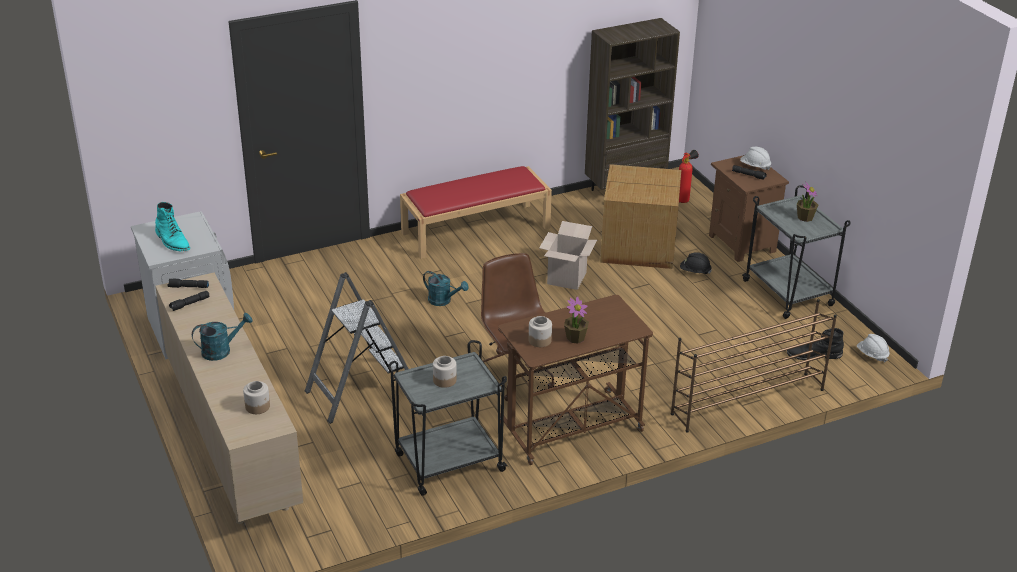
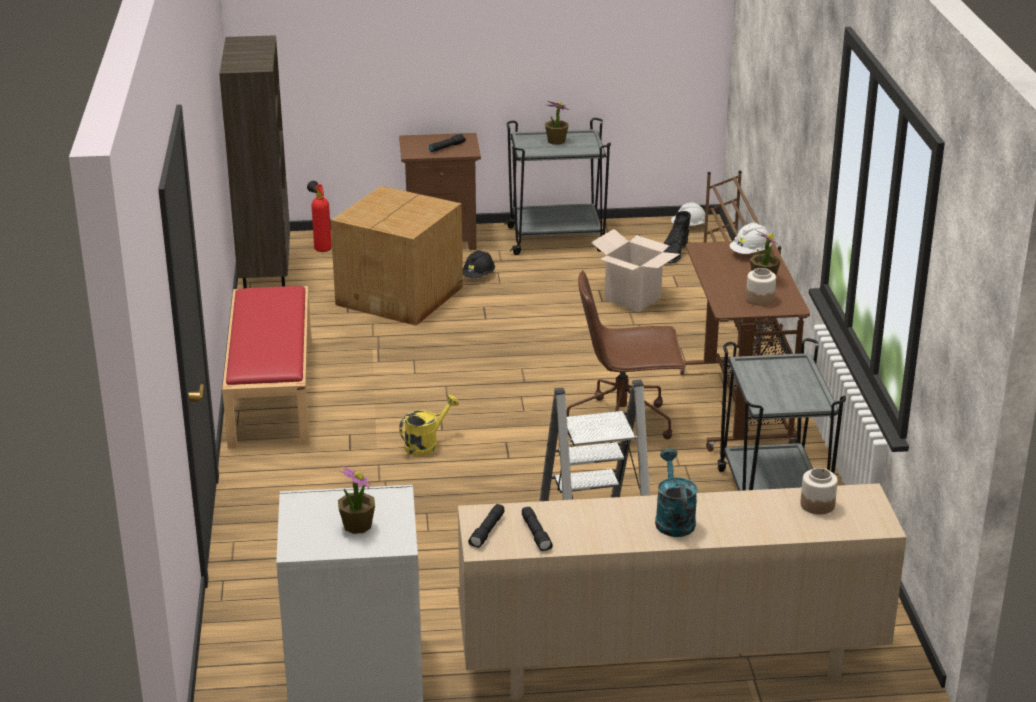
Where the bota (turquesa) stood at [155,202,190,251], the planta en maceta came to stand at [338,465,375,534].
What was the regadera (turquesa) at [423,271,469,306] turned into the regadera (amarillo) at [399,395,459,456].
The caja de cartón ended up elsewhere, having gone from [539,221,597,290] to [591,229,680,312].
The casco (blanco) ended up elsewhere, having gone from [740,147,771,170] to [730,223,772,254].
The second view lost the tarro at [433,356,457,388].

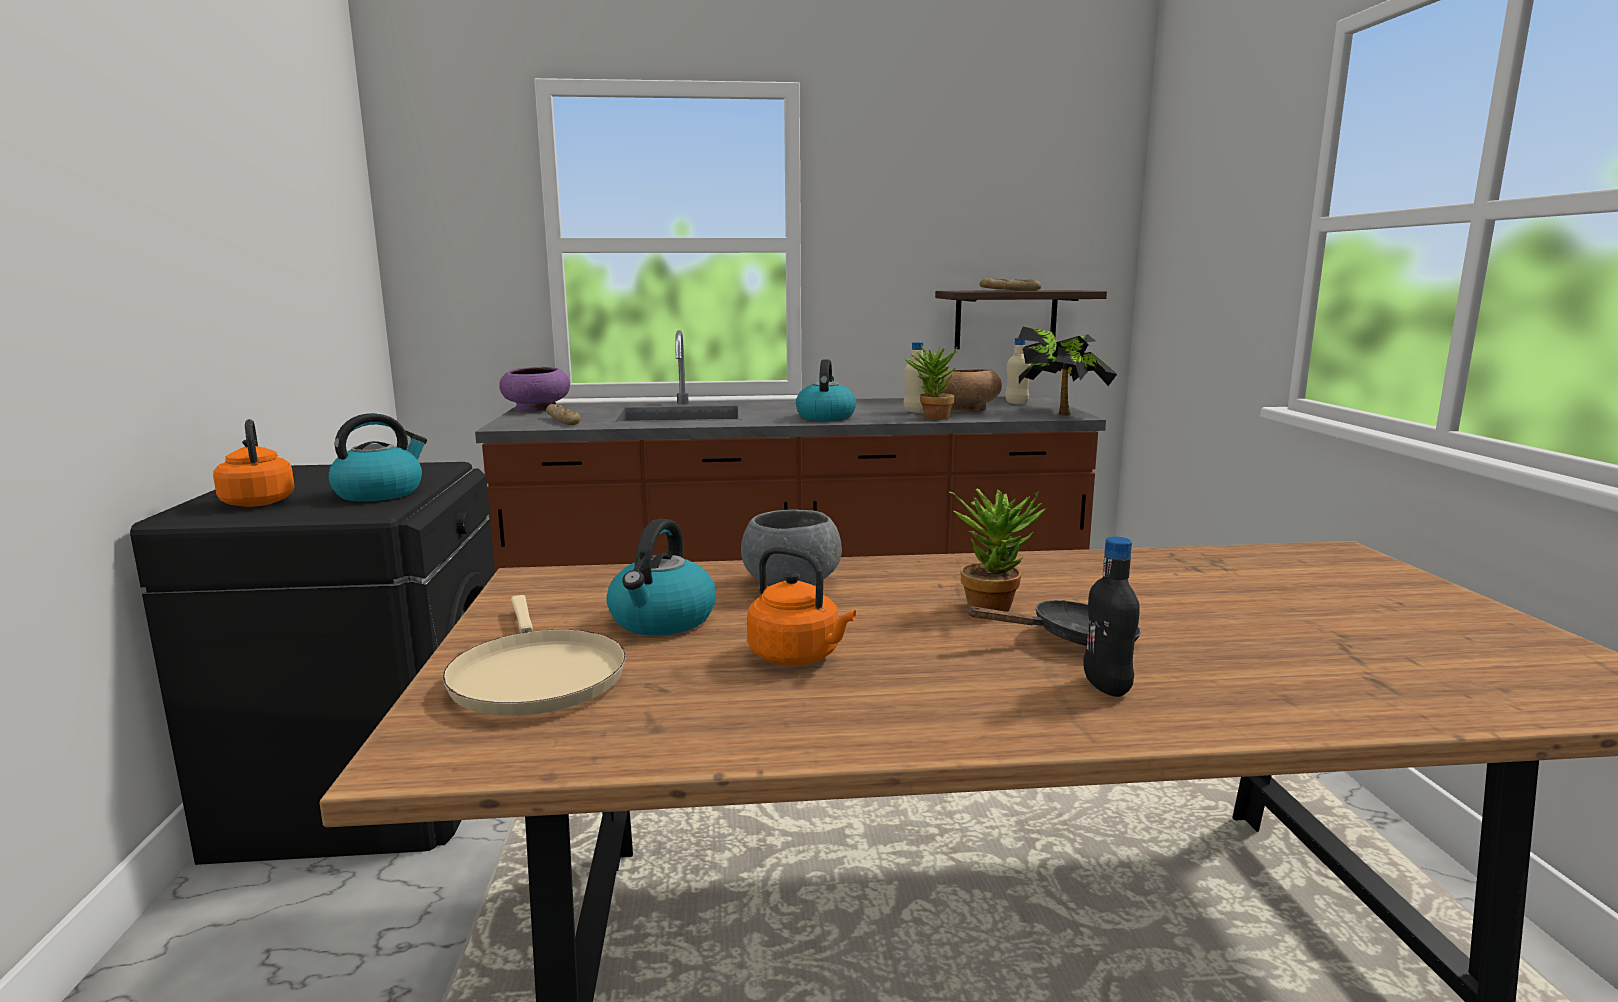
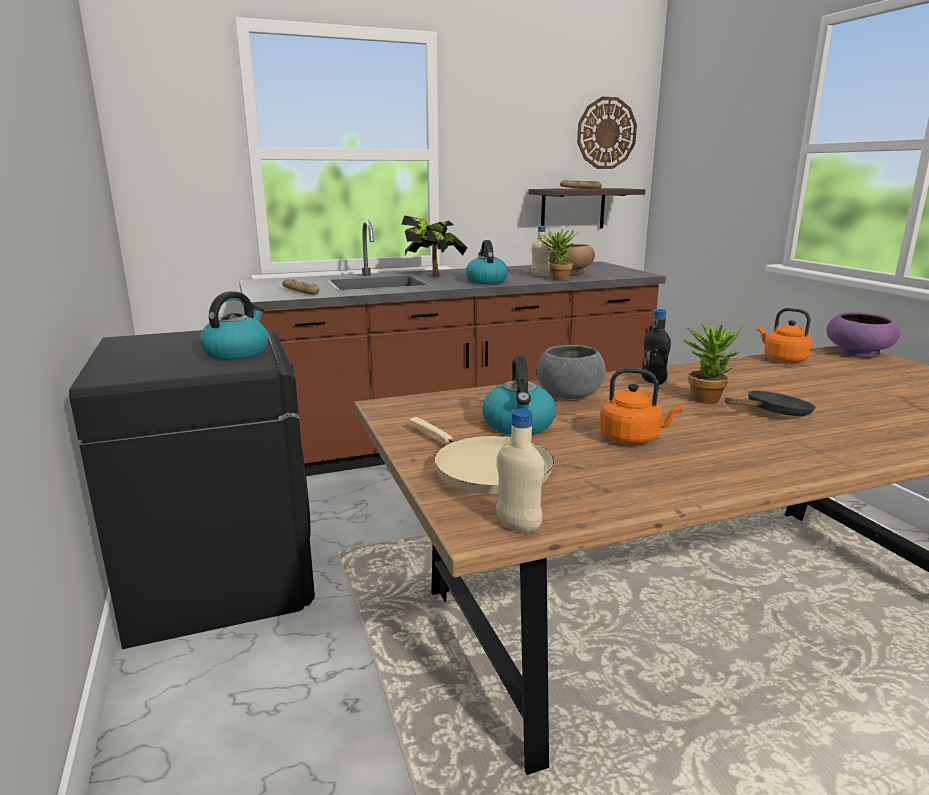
The planta en maceta ended up elsewhere, having gone from [1018,327,1117,416] to [401,215,468,277].
The botella (beis) ended up elsewhere, having gone from [1005,337,1031,404] to [496,409,545,533].
The second view gained the reloj de pared at [577,97,637,169].
The botella (negro) ended up elsewhere, having gone from [1084,536,1140,697] to [642,309,671,385].
The hervidor (naranja) ended up elsewhere, having gone from [213,419,295,507] to [758,308,812,363].
The cuenco (morado) ended up elsewhere, having gone from [499,367,570,412] to [826,312,900,358].

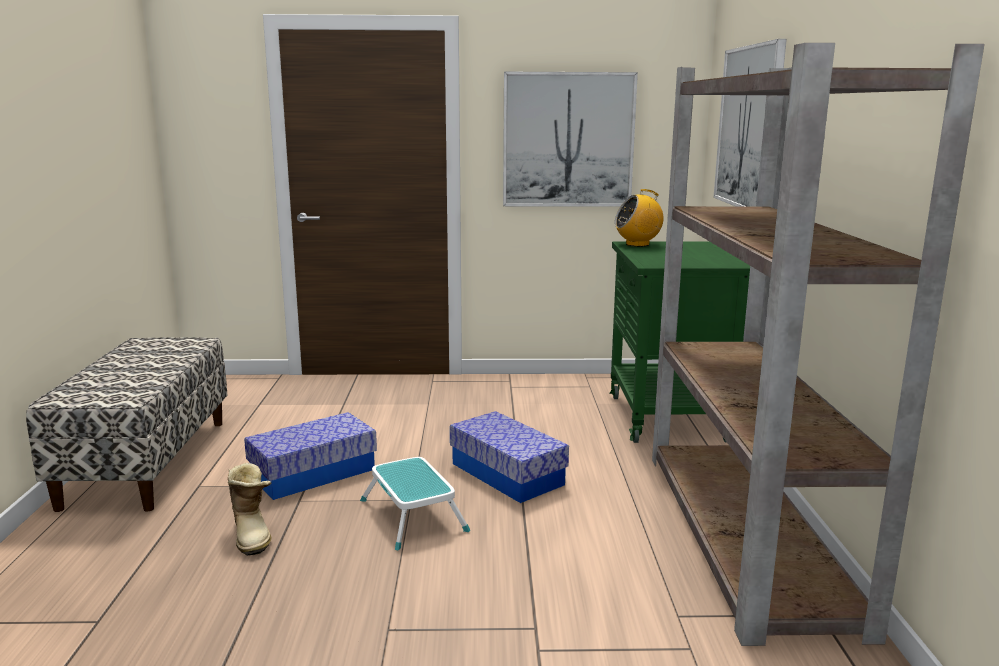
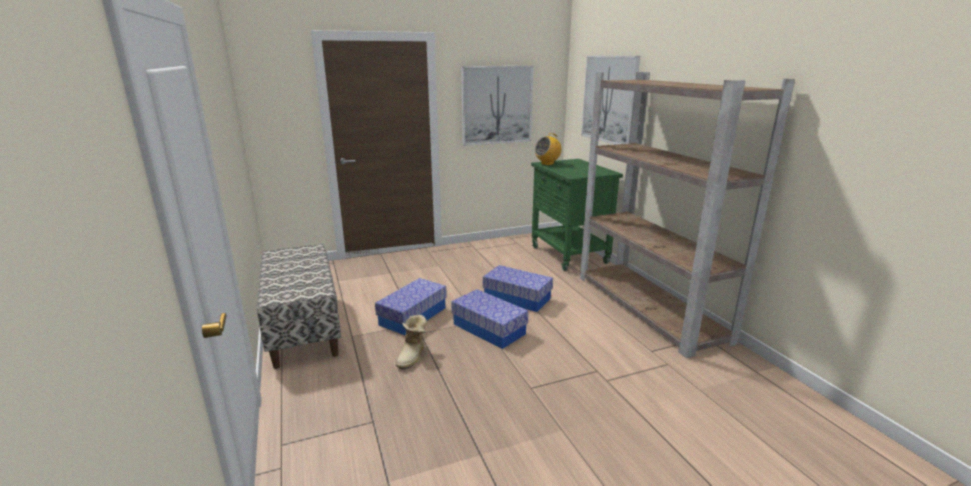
The bota at [228,463,272,556] ended up facing another way, 60 degrees clockwise from before.
Where the escalera de tijera (turquesa) stood at [360,457,470,551], the caja de almacenaje came to stand at [451,289,529,349].

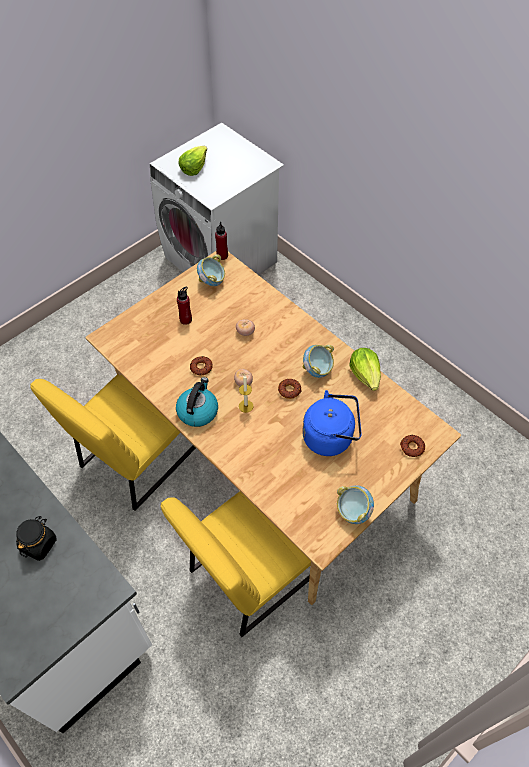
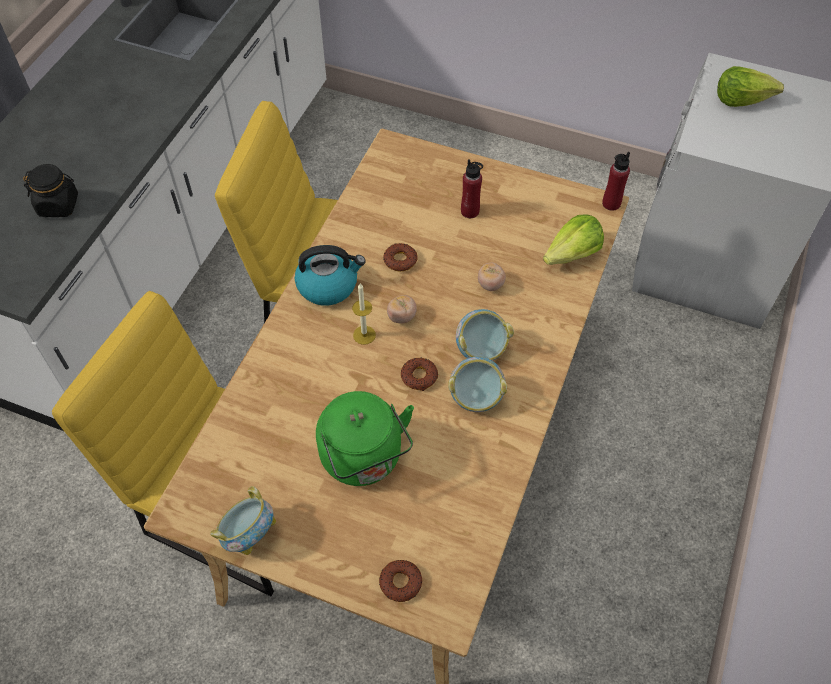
What was the hervidor (azul) at [302,390,361,456] turned into the hervidor (verde) at [316,391,414,486].
The cuenco ended up elsewhere, having gone from [197,254,225,286] to [456,309,514,361].
The lechuga ended up elsewhere, having gone from [349,348,381,391] to [543,214,604,265].

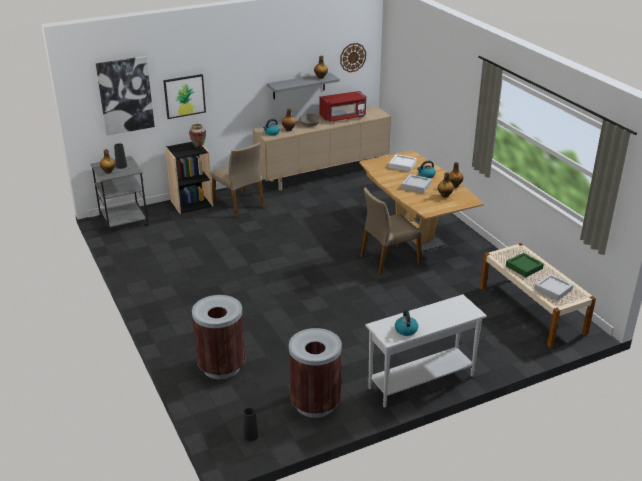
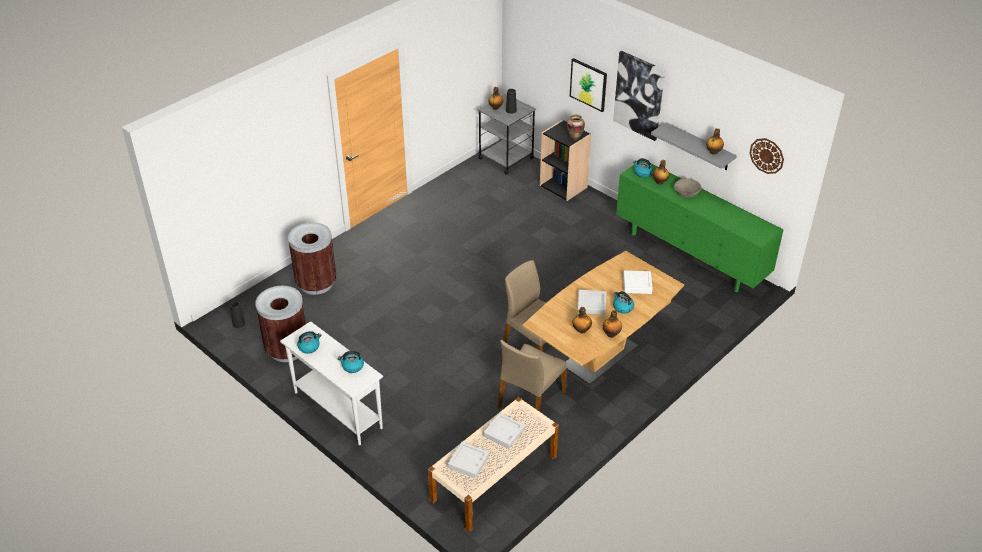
The second view gained the hervidor at [338,351,364,373].
What was the bandeja (verde) at [506,253,544,277] turned into the bandeja (gris) at [483,413,525,449].
The silla (beis) ended up elsewhere, having gone from [211,142,265,217] to [498,340,567,426].
The cuadro ended up elsewhere, having gone from [96,56,155,136] to [613,51,665,141].
What was the armario (beis) at [253,106,391,190] turned into the armario (verde) at [616,161,784,292].
The second view lost the microondas (rojo) at [320,91,366,122].

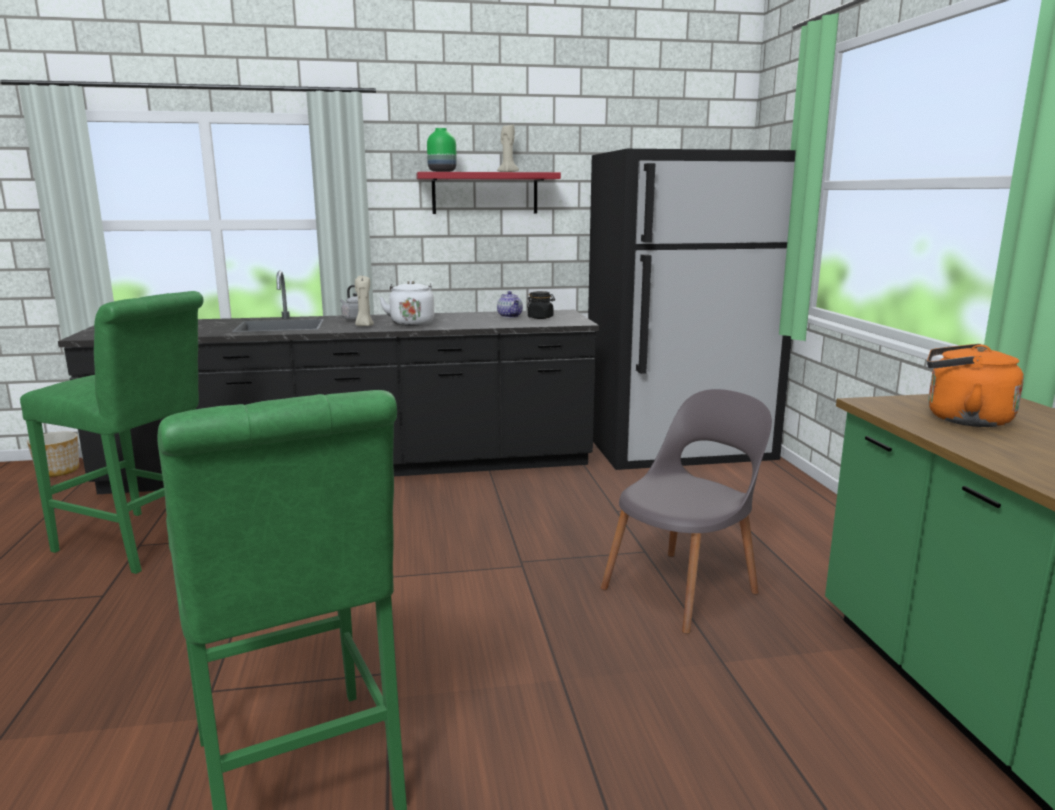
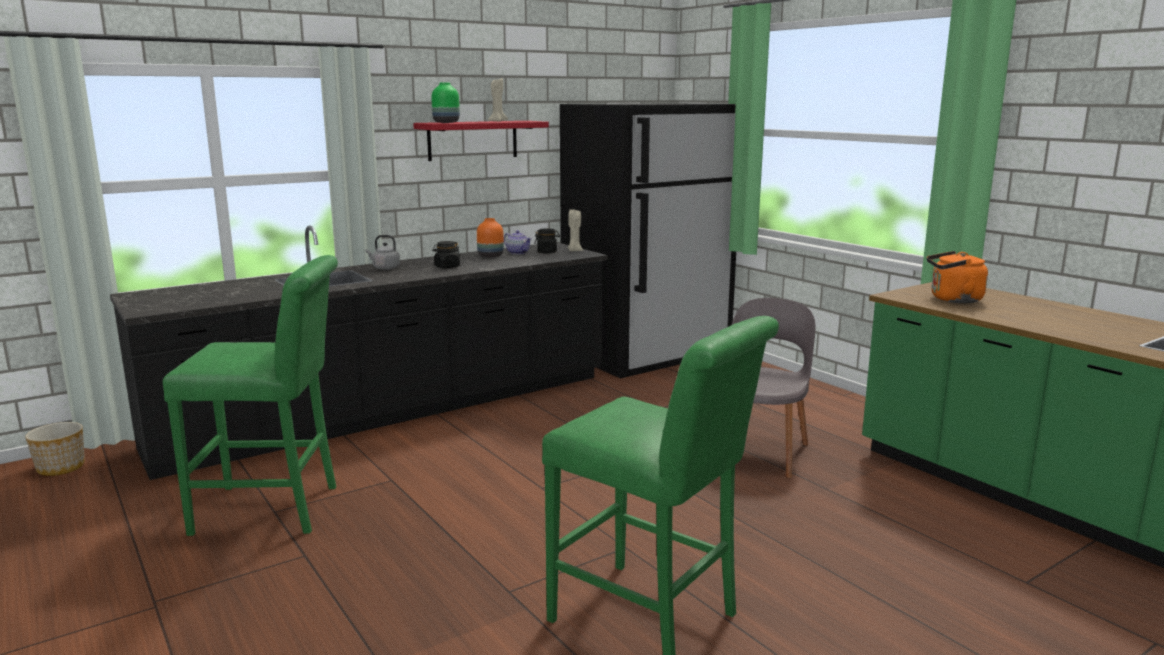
Where the hervidor (blanco) stood at [379,281,434,326], the tarro (negro) came to stand at [432,241,460,268].
The second view gained the florero (naranja) at [477,218,504,257].
The vela (beis) ended up elsewhere, having gone from [355,276,374,326] to [568,209,583,251].

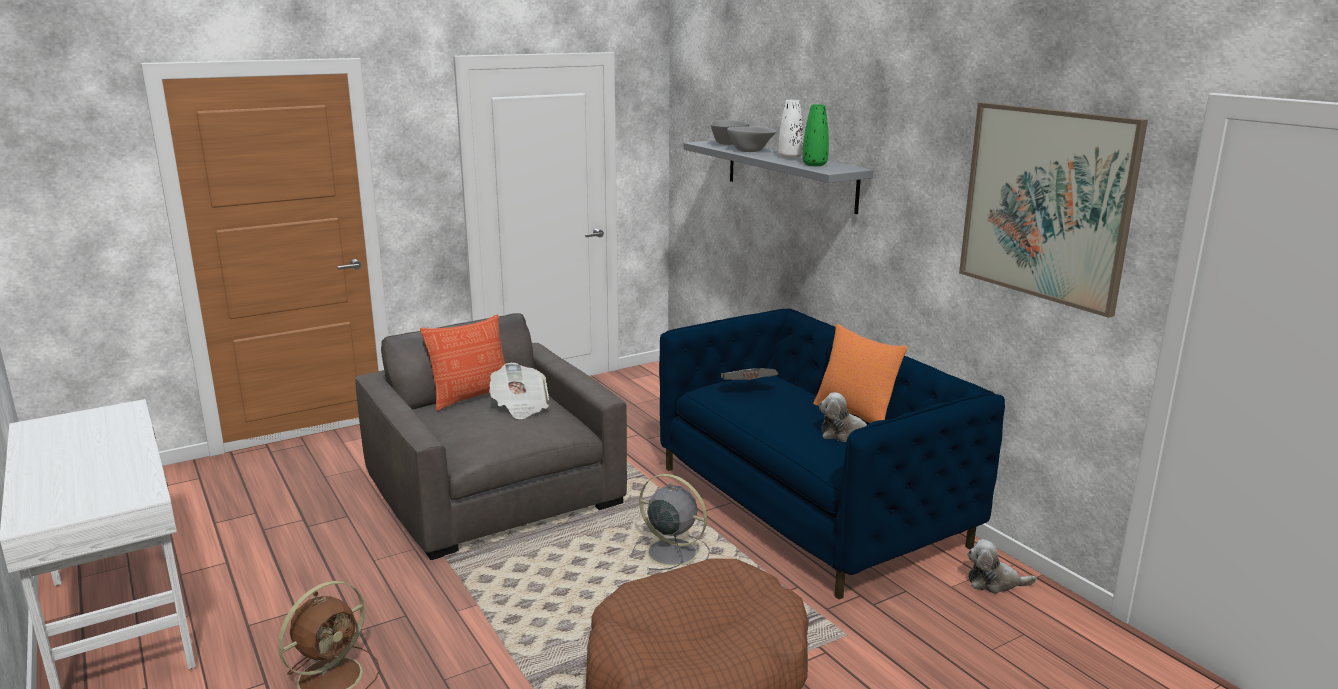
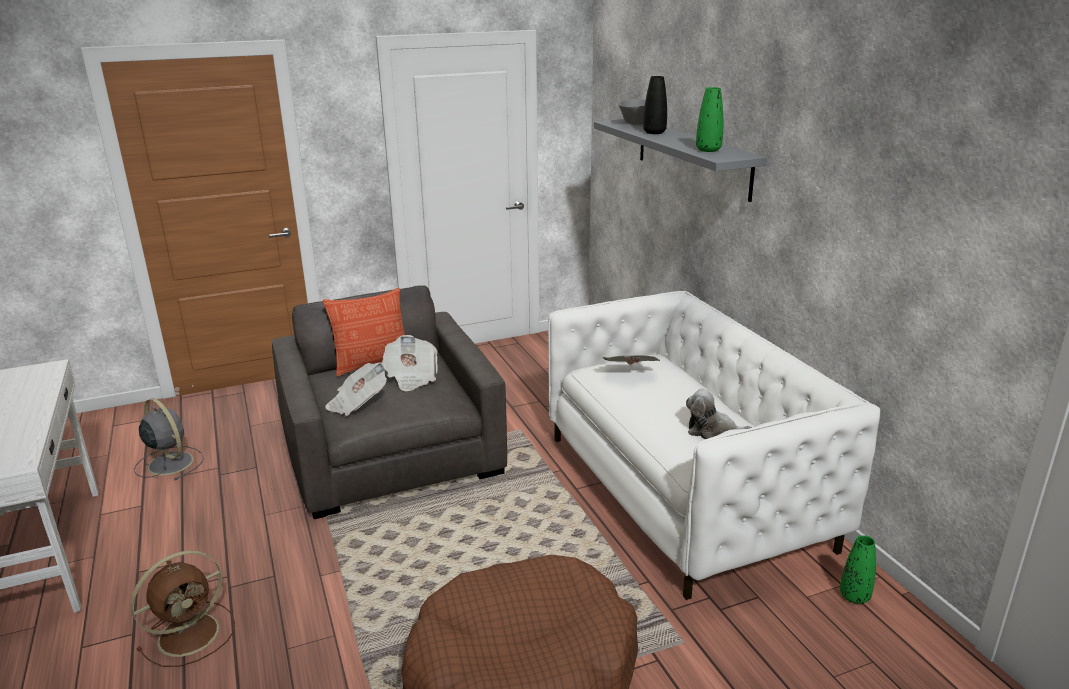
The ventilador (gris) ended up elsewhere, having gone from [632,474,710,570] to [134,398,204,480].
The second view gained the periódico at [325,362,387,416].
What was the sofá (azul) at [659,309,1005,600] turned into the sofá (blanco) at [548,291,880,600].
Where the cuenco (gris) stood at [727,127,776,152], the florero (negro) came to stand at [643,76,667,134].
Where the peluche stood at [967,539,1037,594], the florero (verde) came to stand at [840,535,876,604].
The second view lost the florero (blanco) at [778,100,803,159].
The second view lost the cojín (naranja) at [813,324,908,423].
The second view lost the cuadro at [959,102,1148,318].

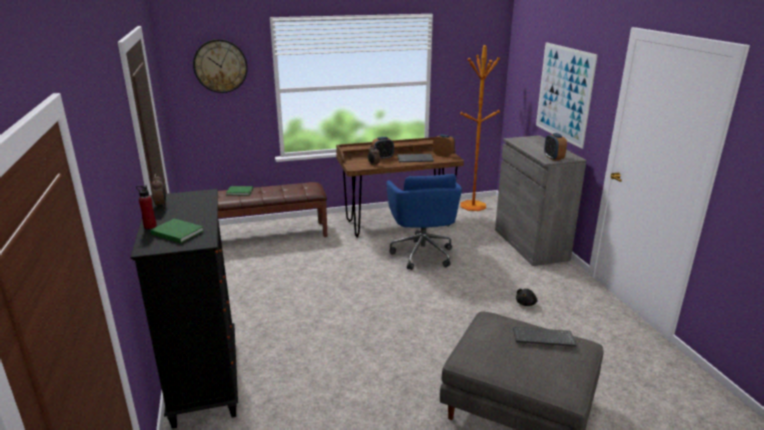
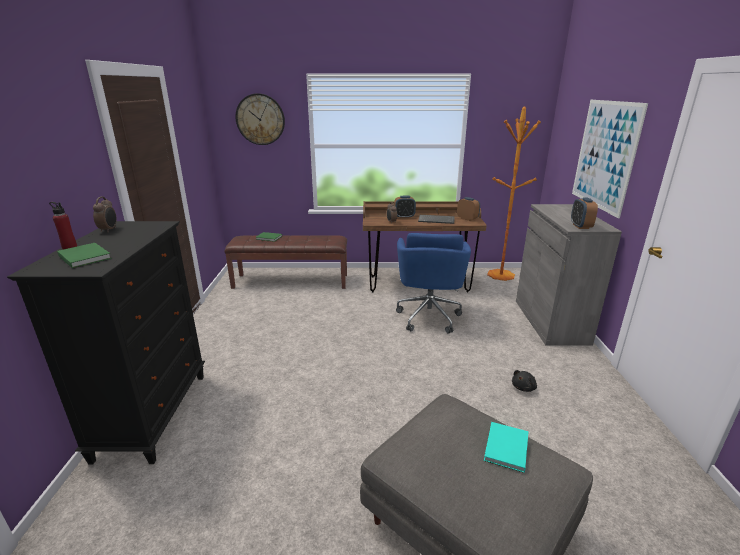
Where the teclado stood at [513,327,576,347], the libro (turquesa) came to stand at [484,422,528,473].

